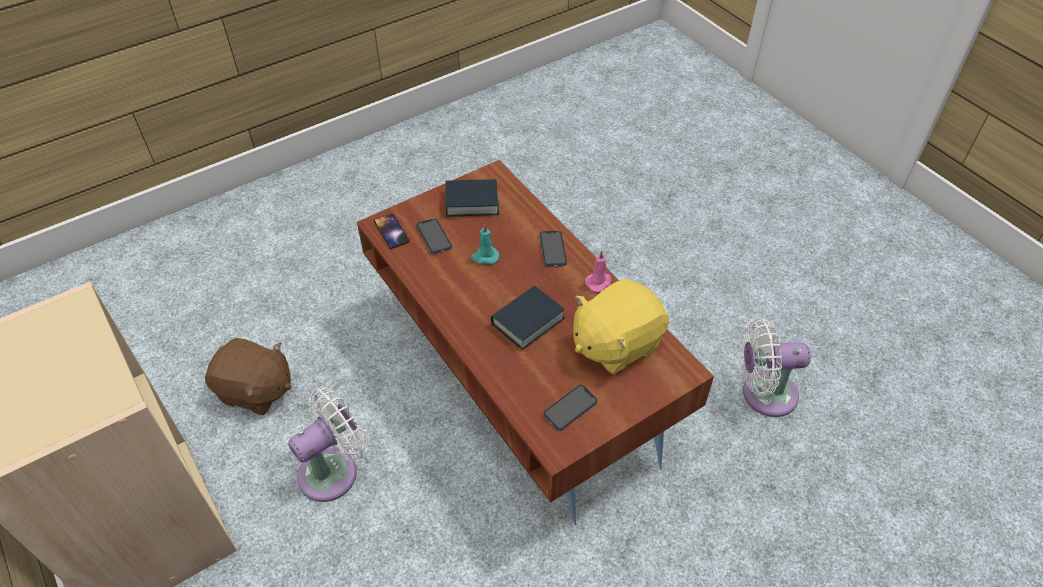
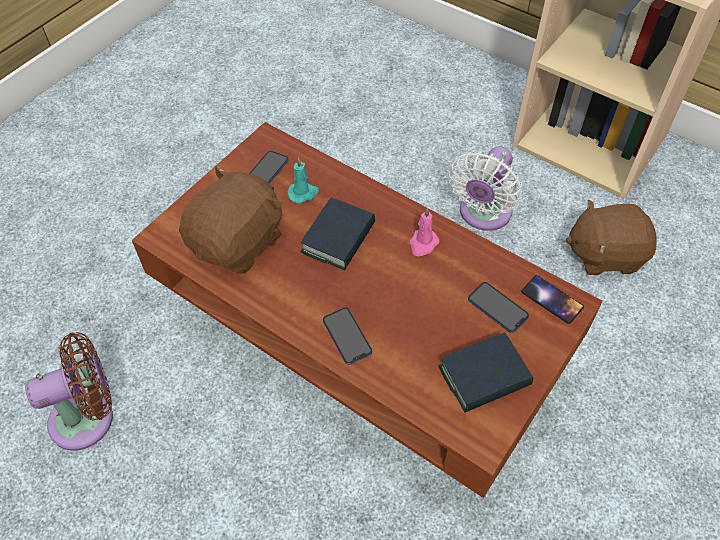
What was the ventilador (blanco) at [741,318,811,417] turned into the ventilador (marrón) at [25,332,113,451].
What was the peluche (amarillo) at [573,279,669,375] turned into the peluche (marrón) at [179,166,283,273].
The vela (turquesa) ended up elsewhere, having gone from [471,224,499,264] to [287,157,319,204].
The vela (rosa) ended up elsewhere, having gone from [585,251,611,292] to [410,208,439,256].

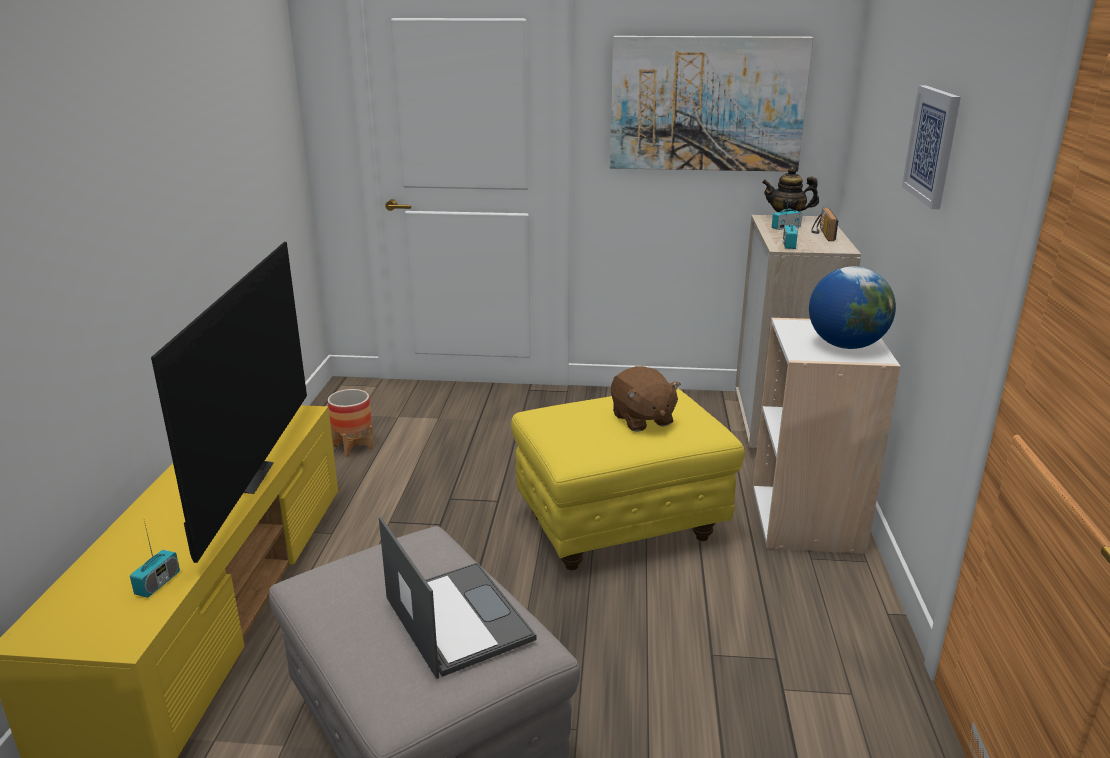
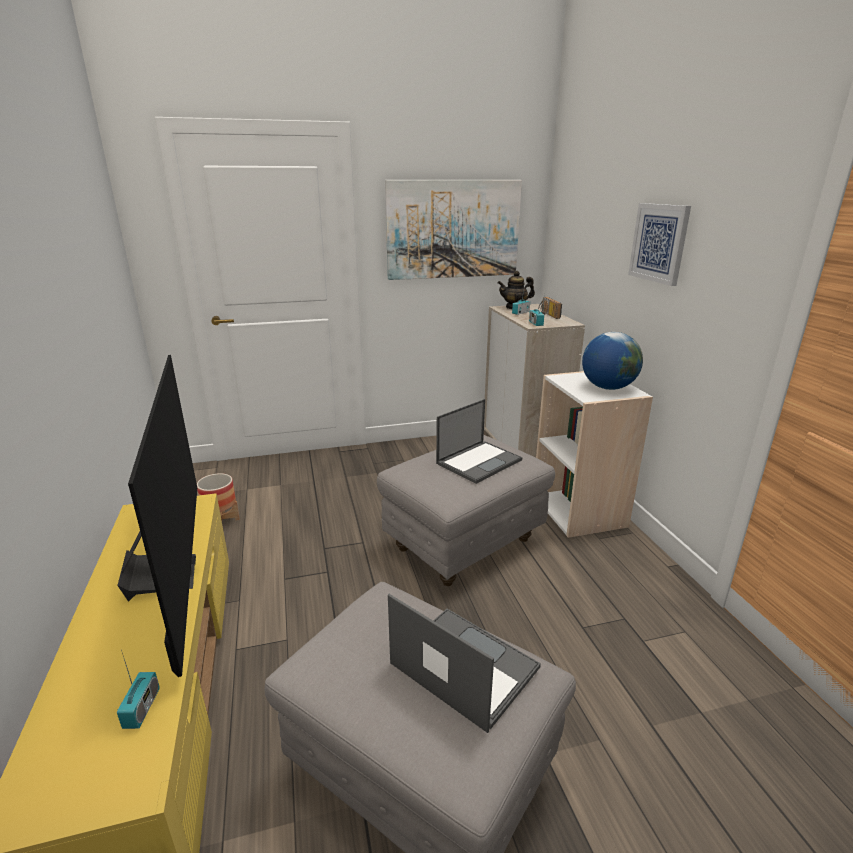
What was the puf (amarillo) at [511,388,745,570] turned into the puf (gris) at [377,435,555,586].
Where the peluche (marrón) stood at [611,366,681,432], the portátil came to stand at [436,399,522,484].

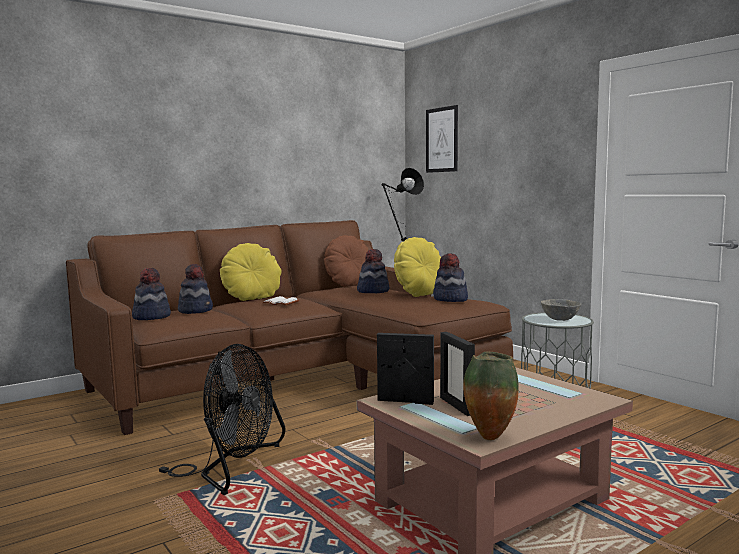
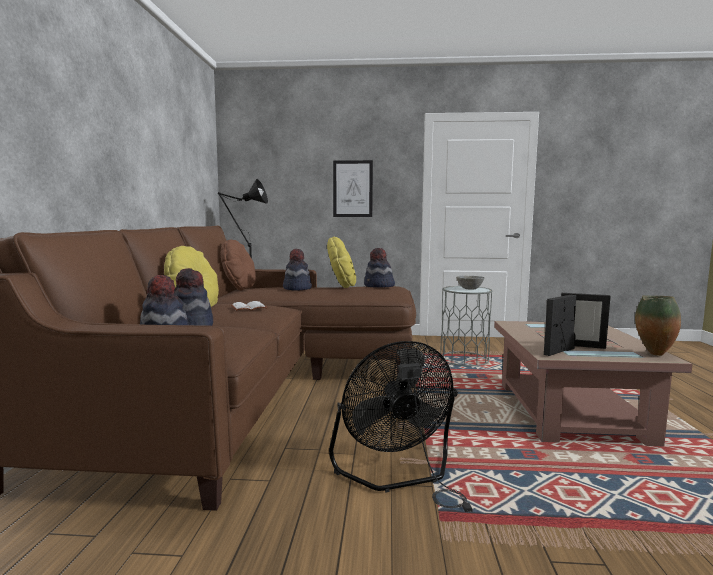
The ventilador (negro) at [159,344,285,495] ended up facing another way, 75 degrees counterclockwise from before.
The cuadro ended up elsewhere, having gone from [426,105,458,173] to [333,160,373,217].

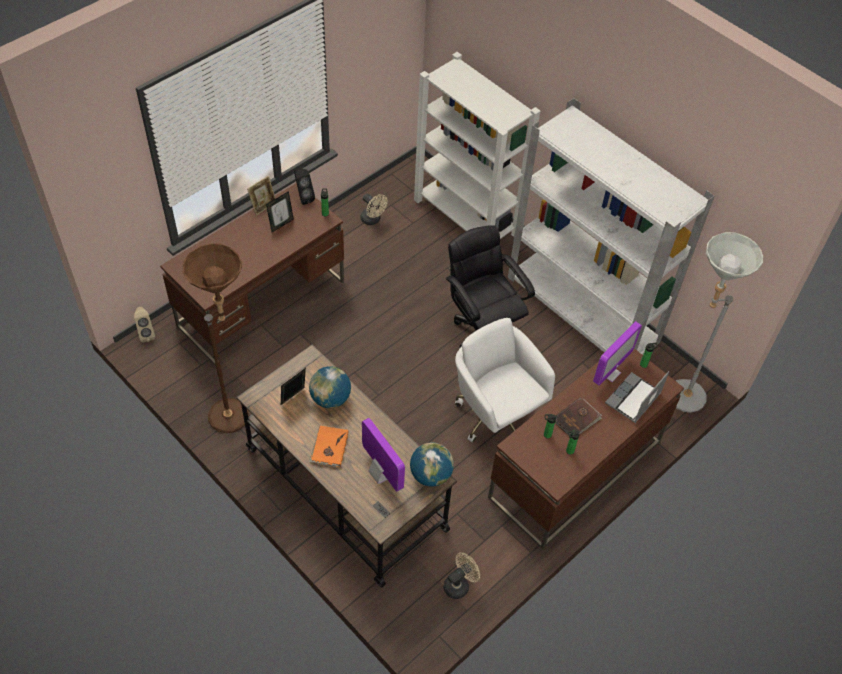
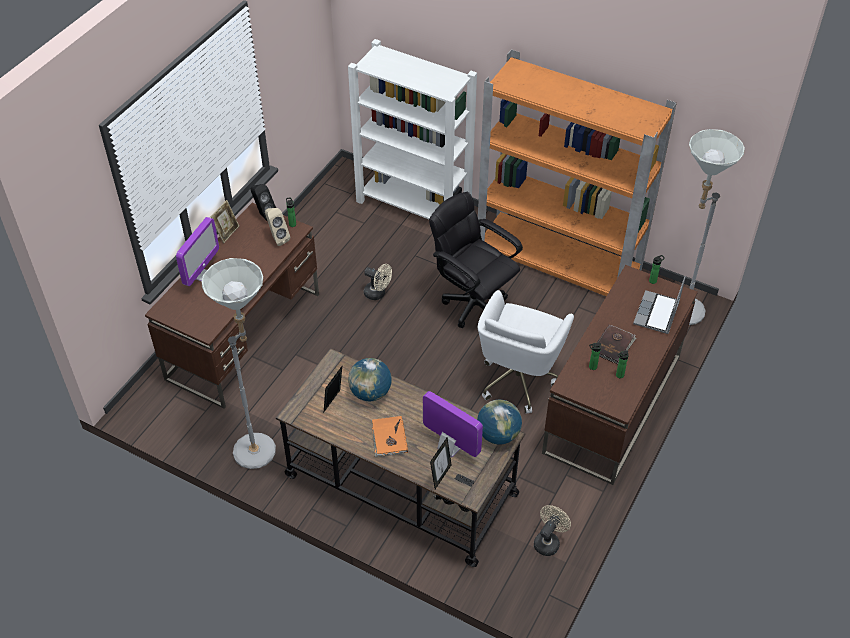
The monitor ended up elsewhere, having gone from [593,321,642,386] to [176,217,219,286].
What was the lámpara de pie (marrón) at [182,244,249,433] turned into the lámpara de pie (gris) at [202,258,276,469].
The altavoz (beis) ended up elsewhere, having gone from [134,307,155,342] to [265,208,290,246].
The ventilador (beis) ended up elsewhere, having gone from [360,194,388,225] to [364,264,392,300].
The portarretratos ended up elsewhere, having gone from [266,191,294,232] to [430,438,451,489].
What was the estantería (blanco) at [508,98,715,355] turned into the estantería (naranja) at [478,49,677,296].
The silla de oficina (blanco) at [455,318,555,442] ended up facing another way, 105 degrees counterclockwise from before.

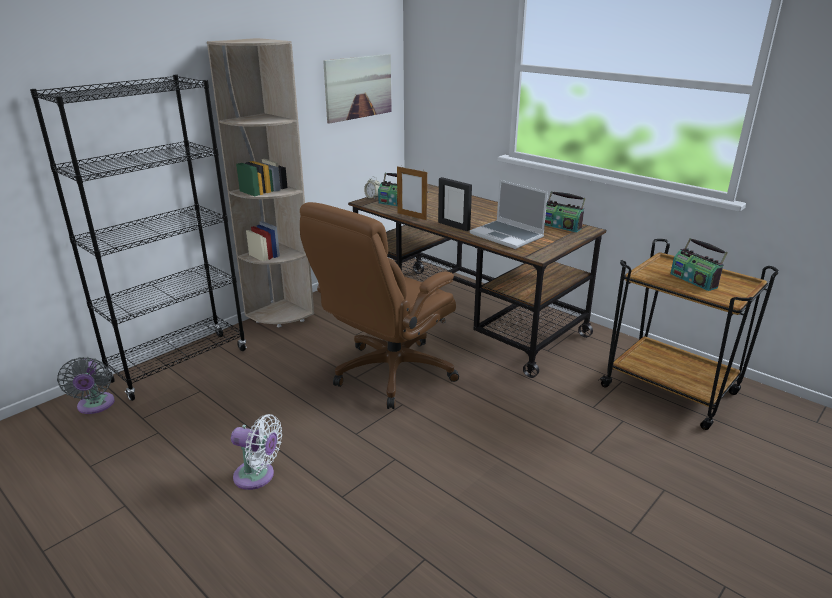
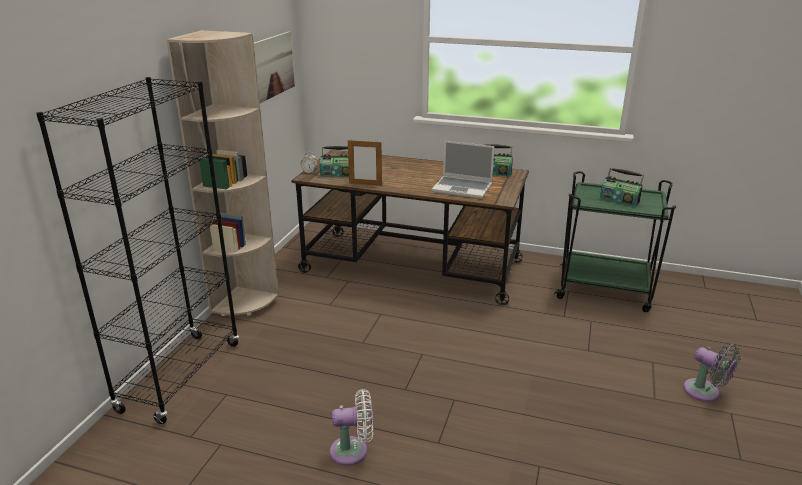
What was the carrito (marrón) at [599,239,779,430] turned into the carrito (verde) at [554,171,676,312].
The ventilador (gris) ended up elsewhere, having gone from [57,357,115,414] to [683,344,741,402].
The second view lost the silla de oficina (marrón) at [300,202,459,409].
The second view lost the portarretratos at [438,177,472,231].

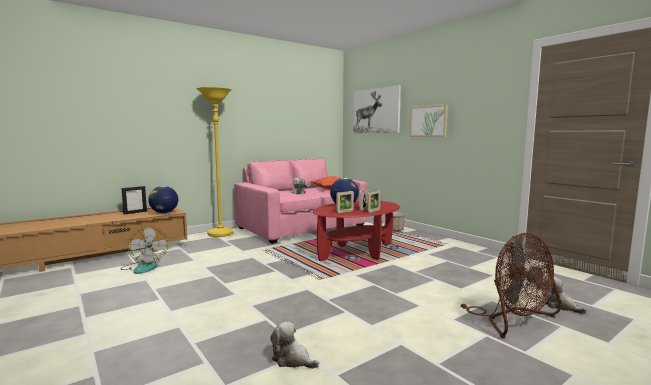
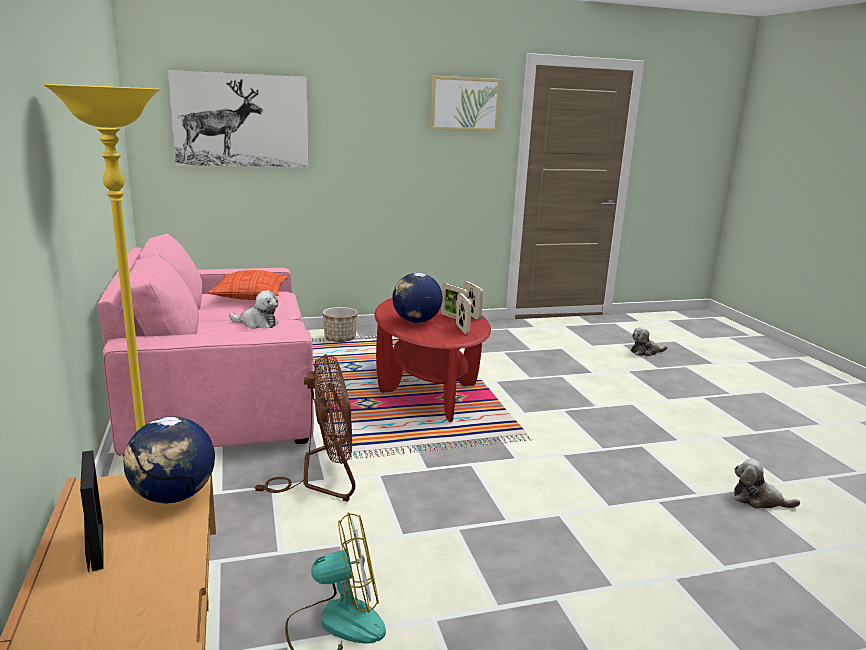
The ventilador (marrón) ended up elsewhere, having gone from [461,233,562,338] to [253,354,355,502].
The cuadro ended up elsewhere, having gone from [410,104,448,137] to [430,76,501,132].
The peluche at [270,321,319,369] ended up facing another way, 60 degrees clockwise from before.

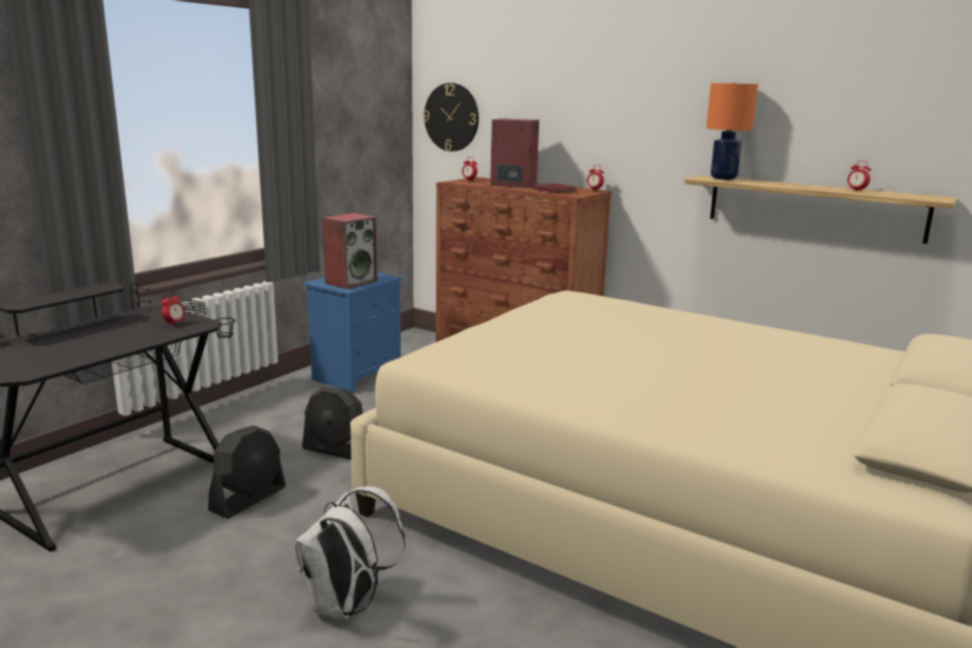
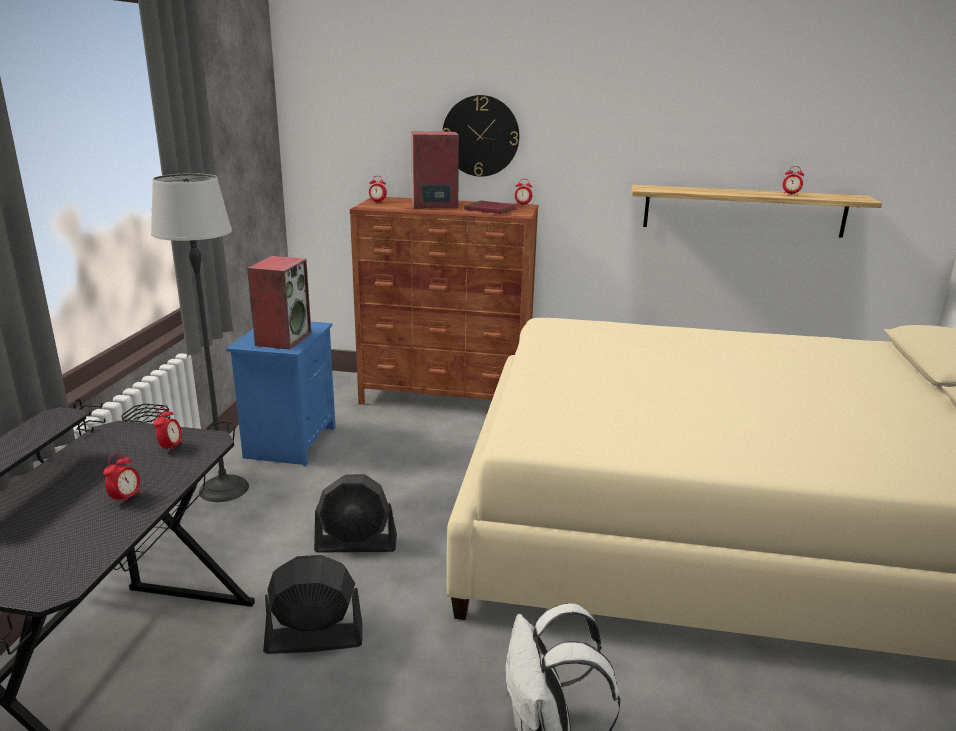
The second view gained the despertador at [103,453,141,506].
The second view gained the lámpara de pie at [151,173,249,502].
The ventilador (negro) at [208,425,286,519] ended up facing another way, 105 degrees counterclockwise from before.
The reloj de pared ended up elsewhere, having gone from [423,83,479,151] to [442,95,519,177].
The second view lost the lámpara de mesa (naranja) at [706,82,758,180].

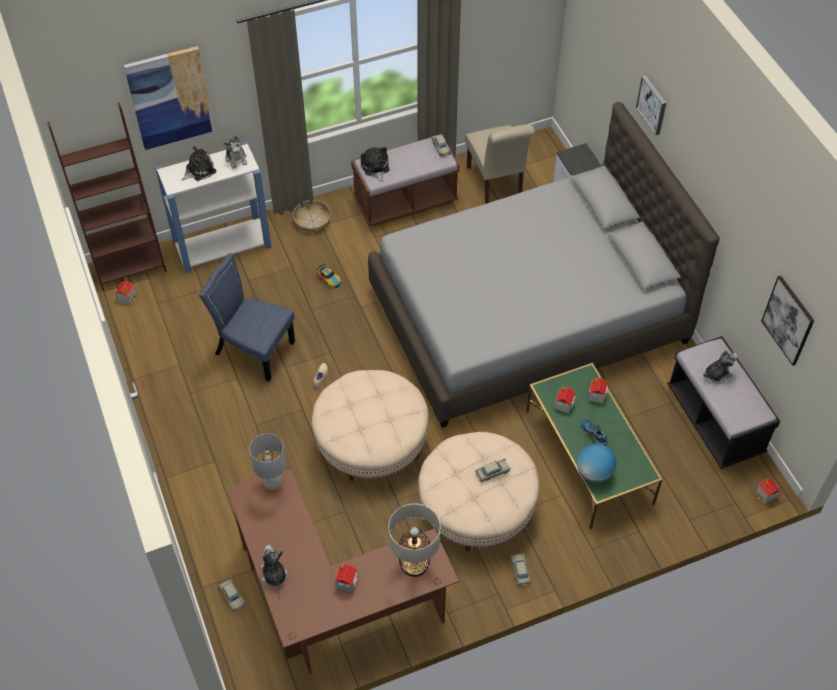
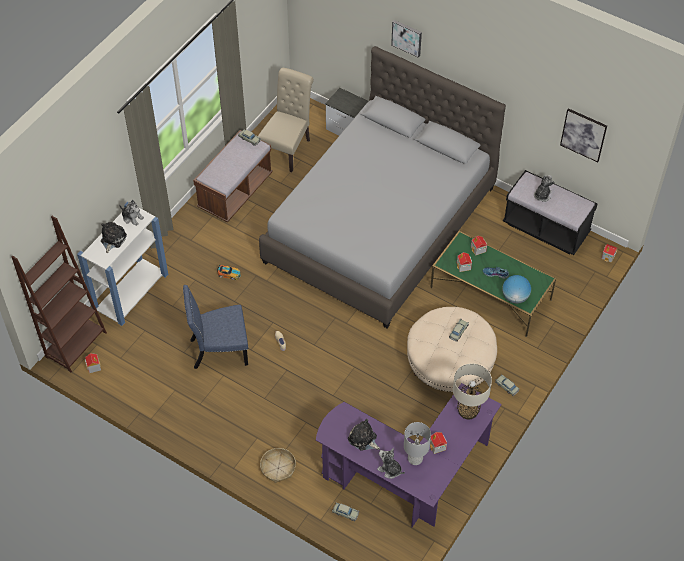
The silla (beis) at [465,124,535,204] ended up facing another way, 105 degrees counterclockwise from before.
The cesta ended up elsewhere, having gone from [293,200,331,234] to [260,448,296,483].
What was the escritorio (marrón) at [228,470,459,674] turned into the escritorio (morado) at [316,383,502,527].
The peluche ended up elsewhere, having gone from [361,147,389,182] to [348,419,380,451].
The lámpara de mesa (gris) ended up elsewhere, having gone from [249,433,286,490] to [404,422,431,465].
The second view lost the cuadro at [124,46,214,150].
The second view lost the puf (beis) at [312,370,429,482].

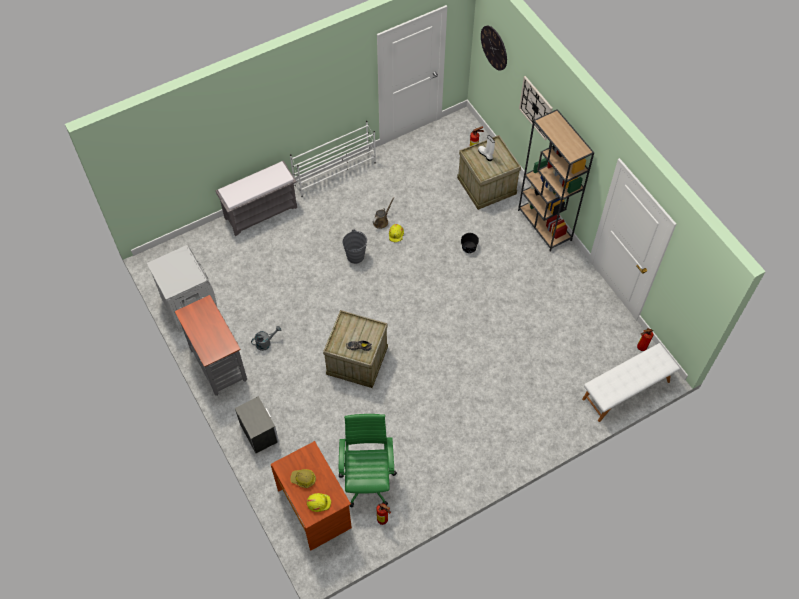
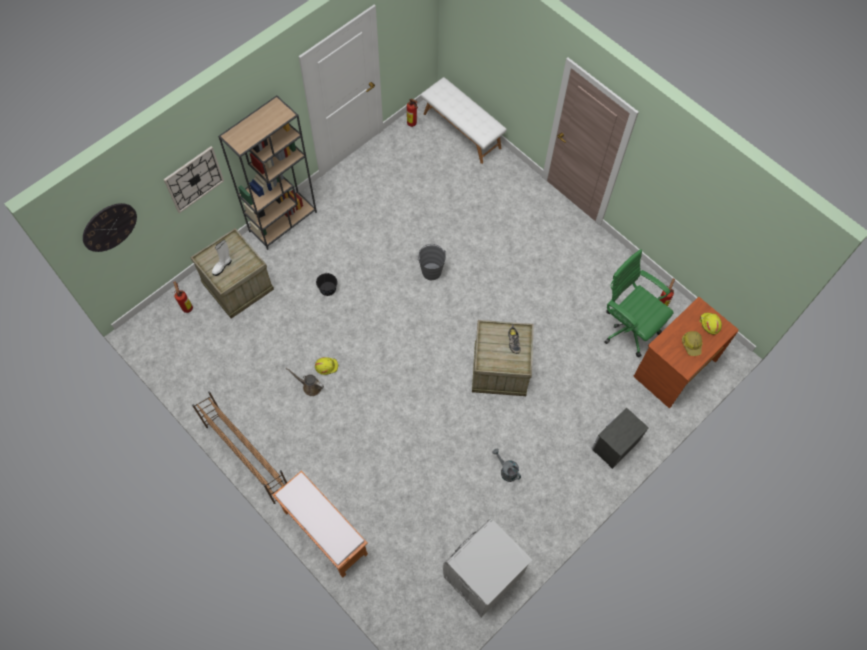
What was the zapatero (blanco) at [290,121,376,197] turned into the zapatero (marrón) at [192,391,287,504].
What was the banco (gris) at [216,161,297,236] turned into the banco (naranja) at [273,471,368,577].
The cubo (gris) ended up elsewhere, having gone from [343,229,367,264] to [417,244,446,280].
The silla de oficina (verde) at [339,414,397,508] ended up facing another way, 60 degrees clockwise from before.
The second view lost the carrito (gris) at [175,295,247,396].

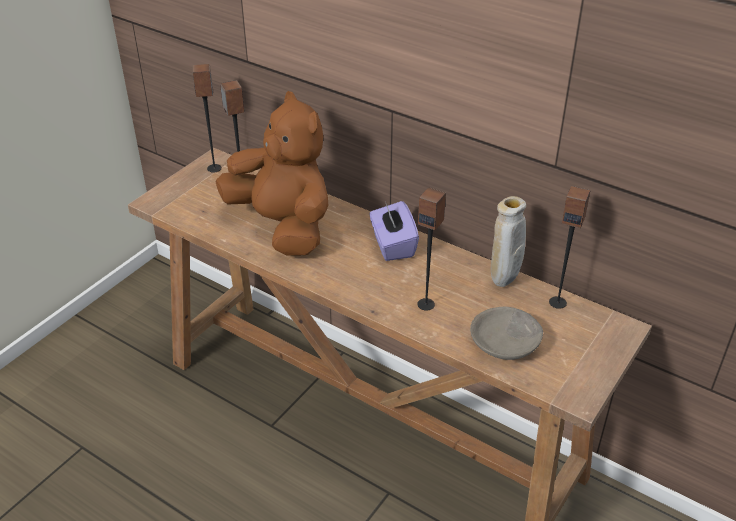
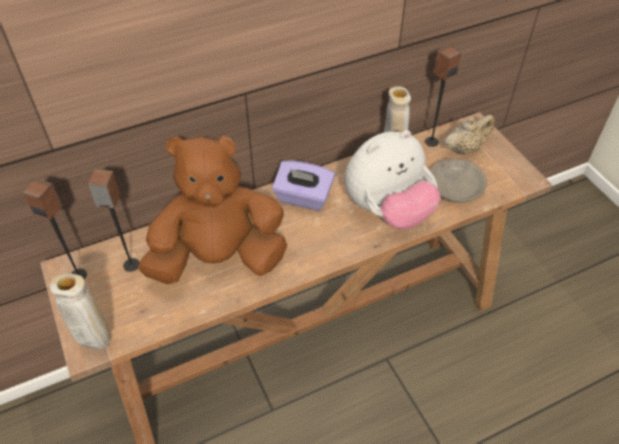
The second view gained the florero (beis) at [50,273,110,350].
Where the altavoz stood at [417,187,446,311], the peluche came to stand at [345,130,441,230].
The second view gained the tetera (beis) at [444,115,495,155].

